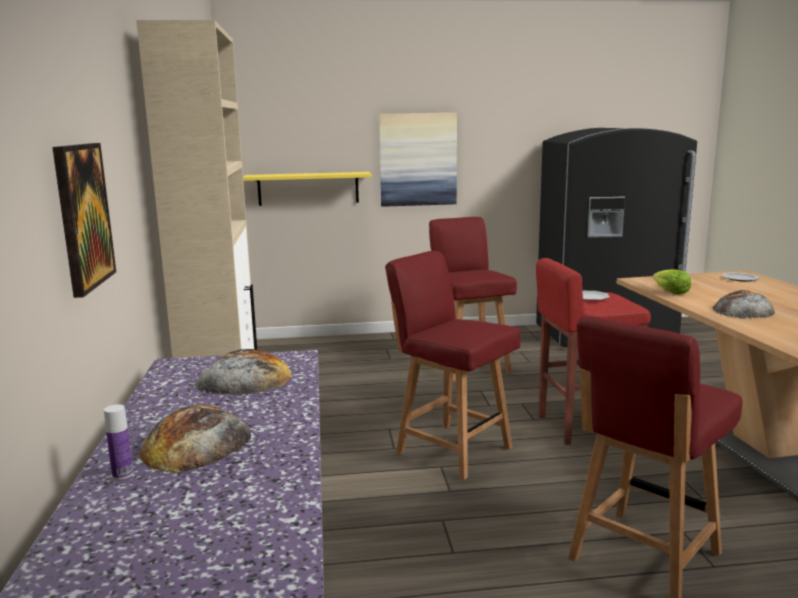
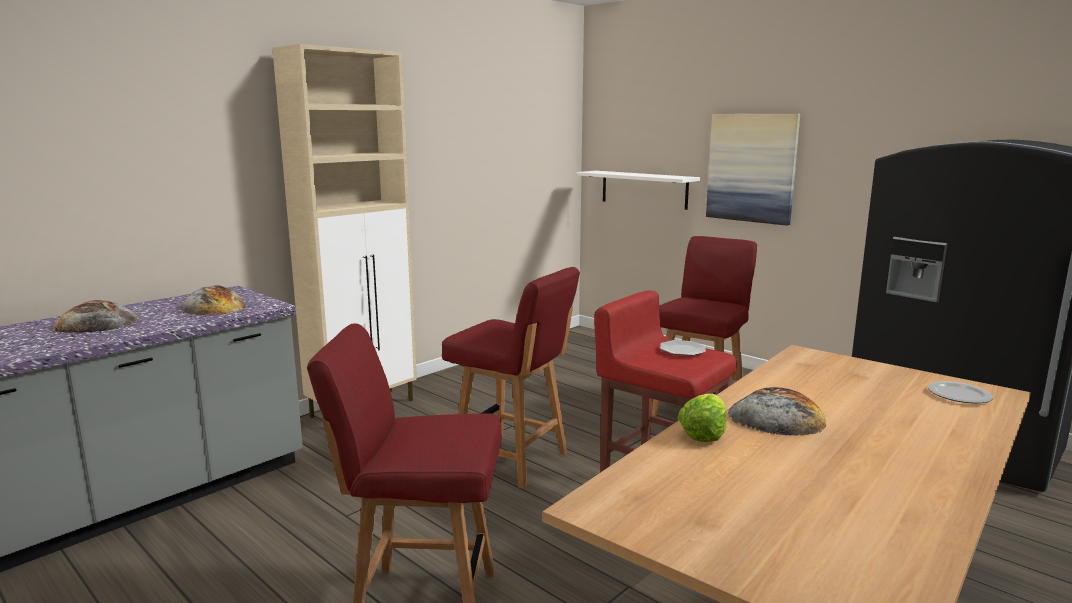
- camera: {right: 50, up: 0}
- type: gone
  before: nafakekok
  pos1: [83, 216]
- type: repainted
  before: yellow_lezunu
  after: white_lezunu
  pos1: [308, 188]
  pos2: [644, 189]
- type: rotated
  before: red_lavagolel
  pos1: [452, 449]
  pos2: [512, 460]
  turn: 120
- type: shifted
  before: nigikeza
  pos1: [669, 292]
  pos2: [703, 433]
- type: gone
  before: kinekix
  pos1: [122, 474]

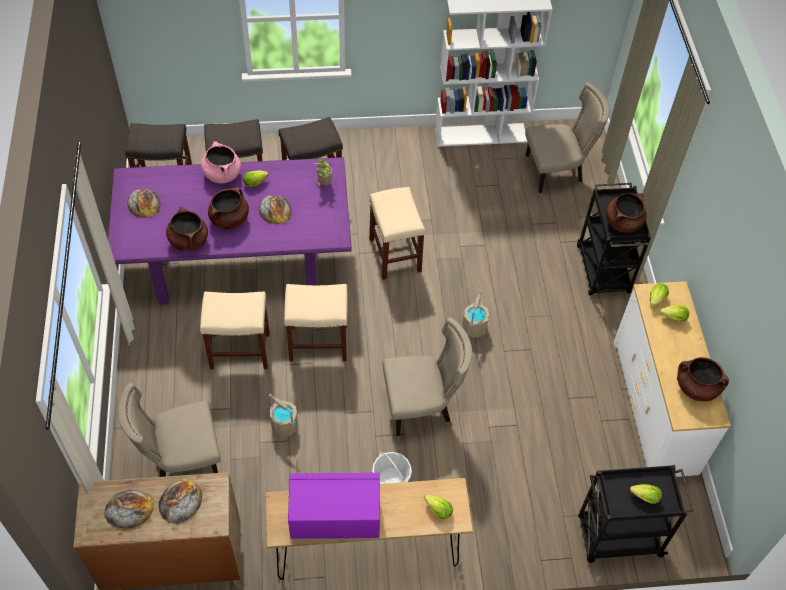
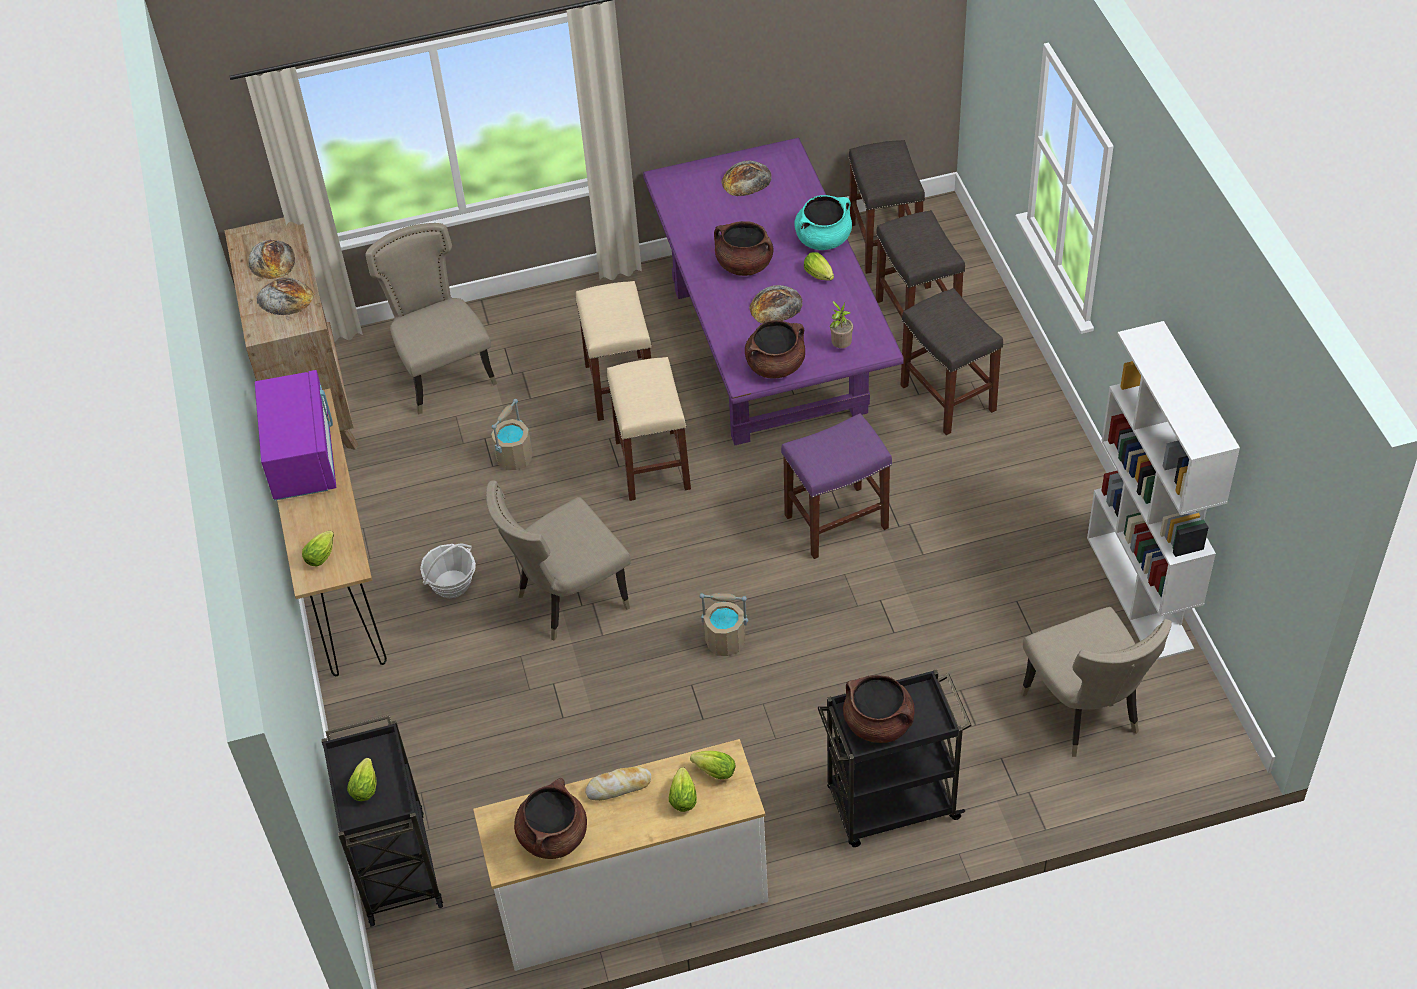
- camera: {right: 85, up: -5}
- type: repainted
  before: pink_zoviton
  after: turquoise_zoviton
  pos1: [222, 174]
  pos2: [823, 239]
- type: repainted
  before: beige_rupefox
  after: purple_rupefox
  pos1: [395, 255]
  pos2: [835, 522]
- type: shifted
  before: brown_zoviton
  pos1: [188, 240]
  pos2: [775, 365]
- type: rotated
  before: beige_lavagolel
  pos1: [422, 409]
  pos2: [567, 600]
  turn: 75
- type: new
  after: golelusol
  pos2: [618, 786]

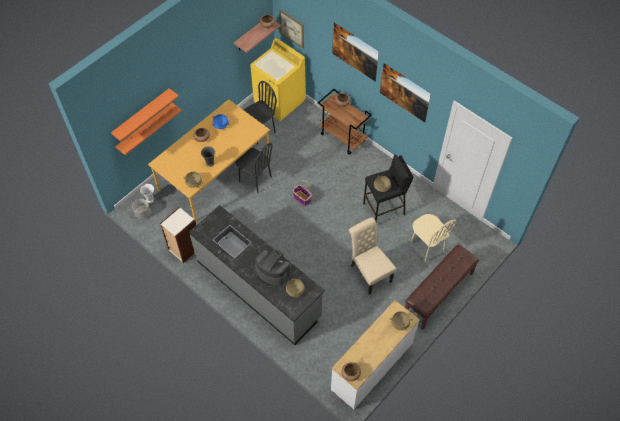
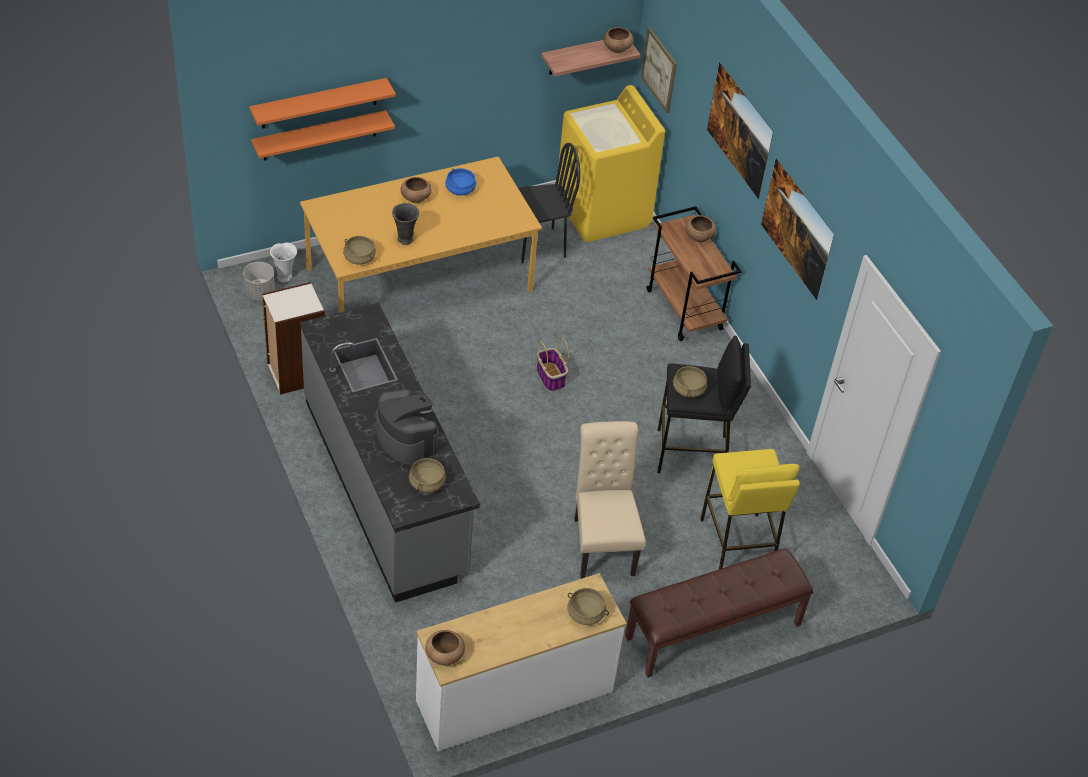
- camera: {right: 20, up: -10}
- type: gone
  before: black_lavagolel
  pos1: [255, 179]
- type: swapped
  before: beige_lavagolel
  after: yellow_rupefox
  pos1: [426, 247]
  pos2: [736, 545]

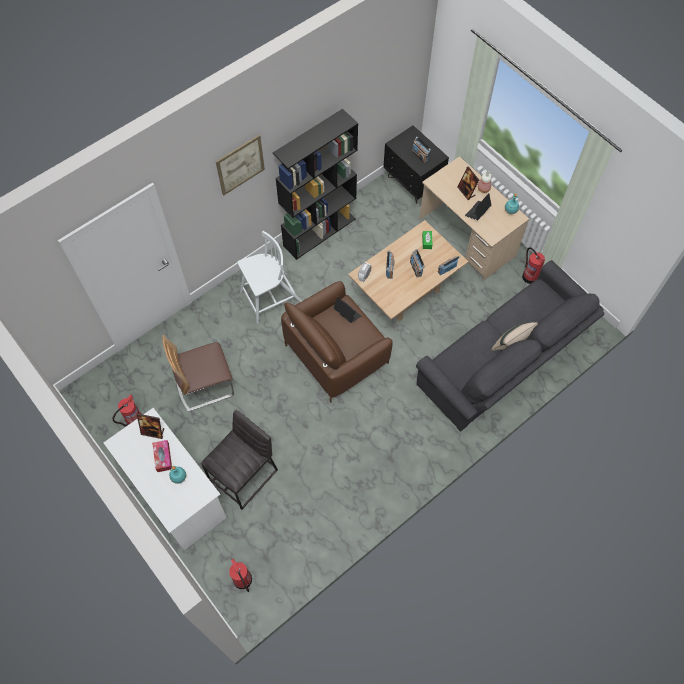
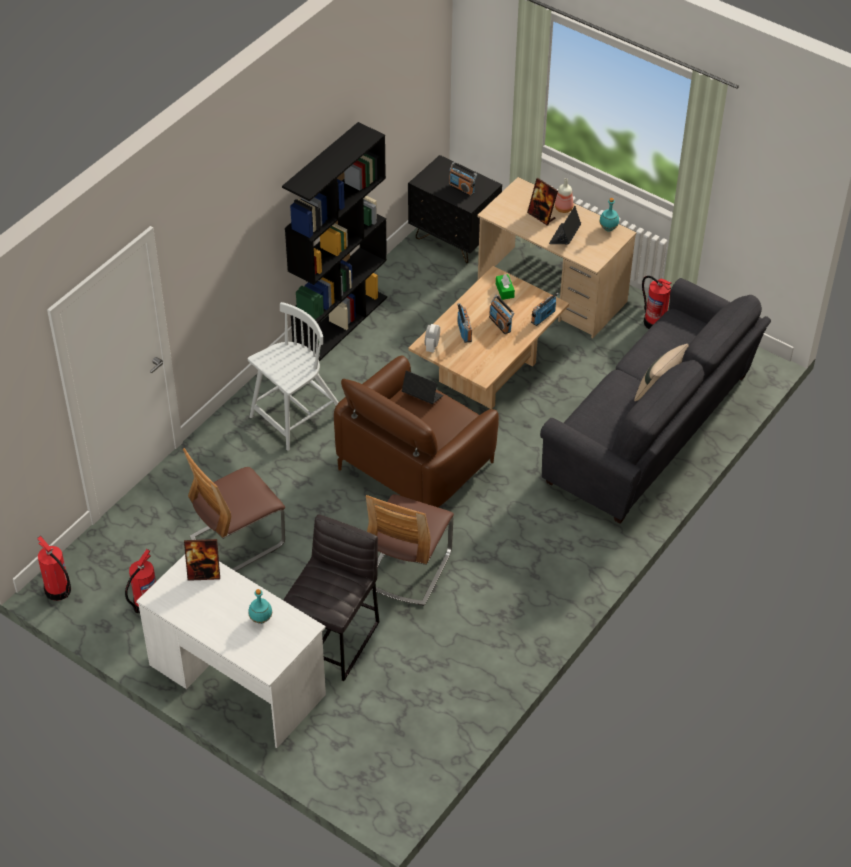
- camera: {right: -15, up: -15}
- type: gone
  before: nafakekok
  pos1: [240, 165]
- type: gone
  before: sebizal
  pos1: [163, 457]
- type: shifted
  before: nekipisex
  pos1: [242, 580]
  pos2: [58, 591]
- type: new
  after: lavagolel
  pos2: [408, 569]

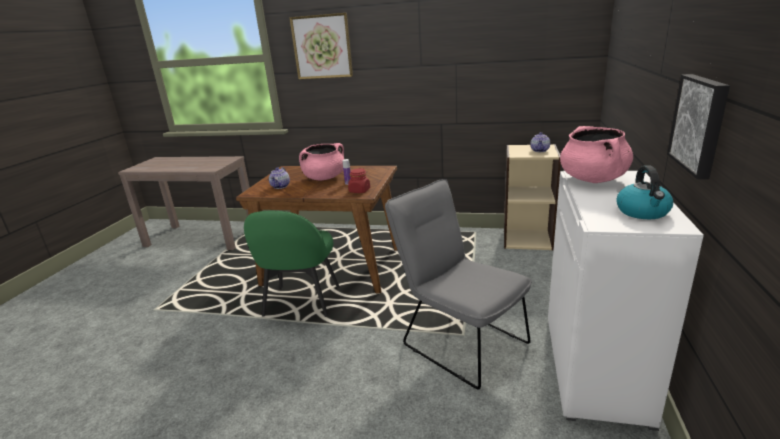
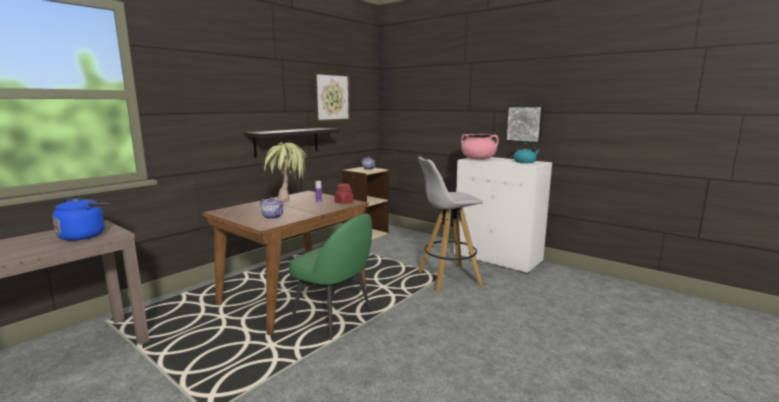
- camera: {right: -65, up: -10}
- type: shifted
  before: nafakekok
  pos1: [322, 47]
  pos2: [331, 97]
- type: swapped
  before: pink_zoviton
  after: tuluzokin
  pos1: [324, 178]
  pos2: [287, 205]
- type: swapped
  before: grey_lavagolel
  after: white_rupefox
  pos1: [458, 340]
  pos2: [447, 278]
- type: new
  after: black_lezunu
  pos2: [287, 141]
- type: new
  after: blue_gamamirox
  pos2: [85, 235]

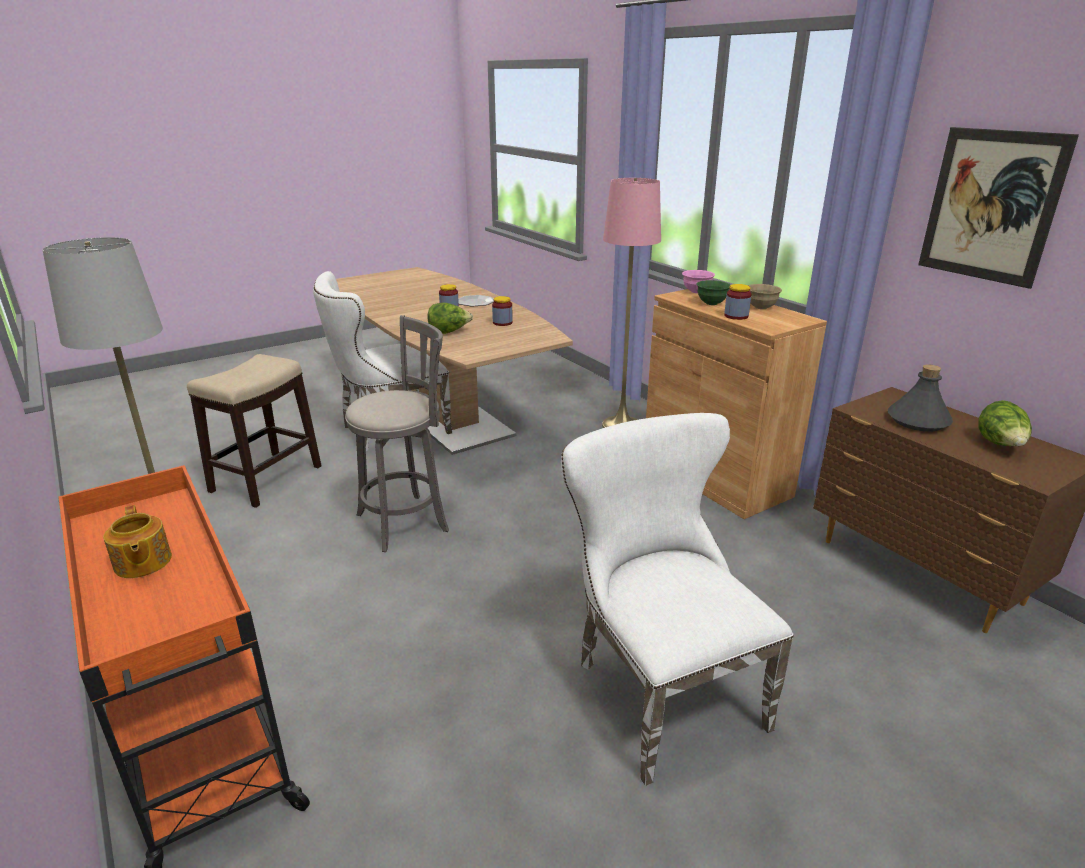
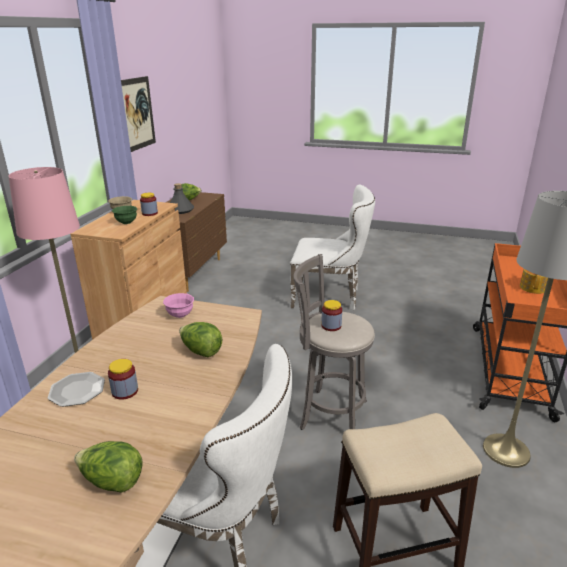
- camera: {right: -130, up: 0}
- type: shifted
  before: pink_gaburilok
  pos1: [696, 291]
  pos2: [180, 315]
- type: shifted
  before: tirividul
  pos1: [502, 323]
  pos2: [331, 326]
- type: rotated
  before: white_lavagolel
  pos1: [658, 689]
  pos2: [330, 297]
  turn: -105
- type: new
  after: nigikeza
  pos2: [112, 482]

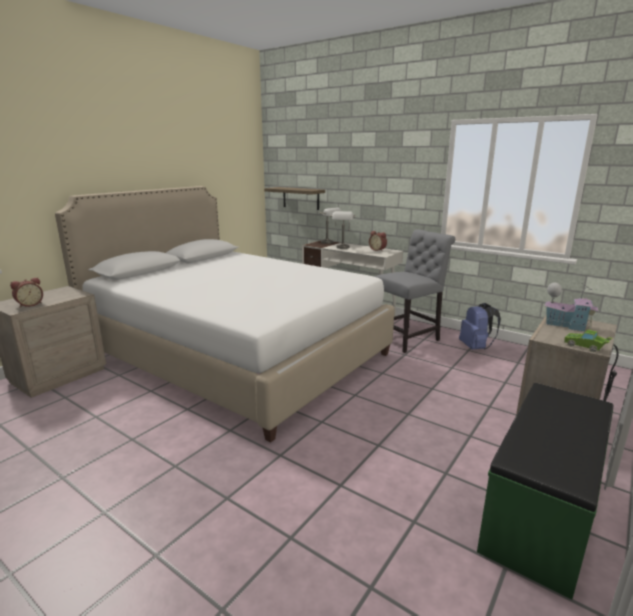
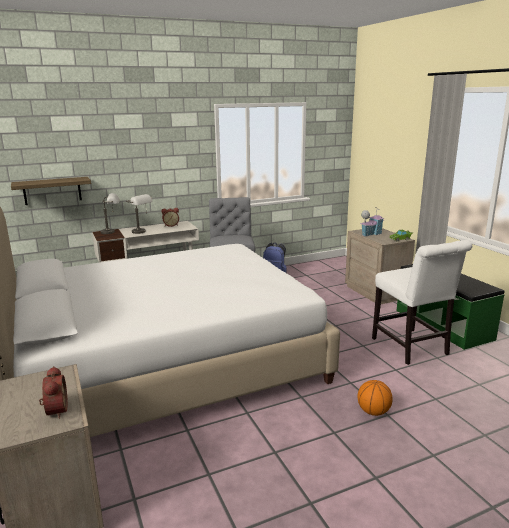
- camera: {right: -60, up: 0}
- type: new
  after: white_lavagolel
  pos2: [412, 348]
- type: new
  after: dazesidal
  pos2: [373, 412]

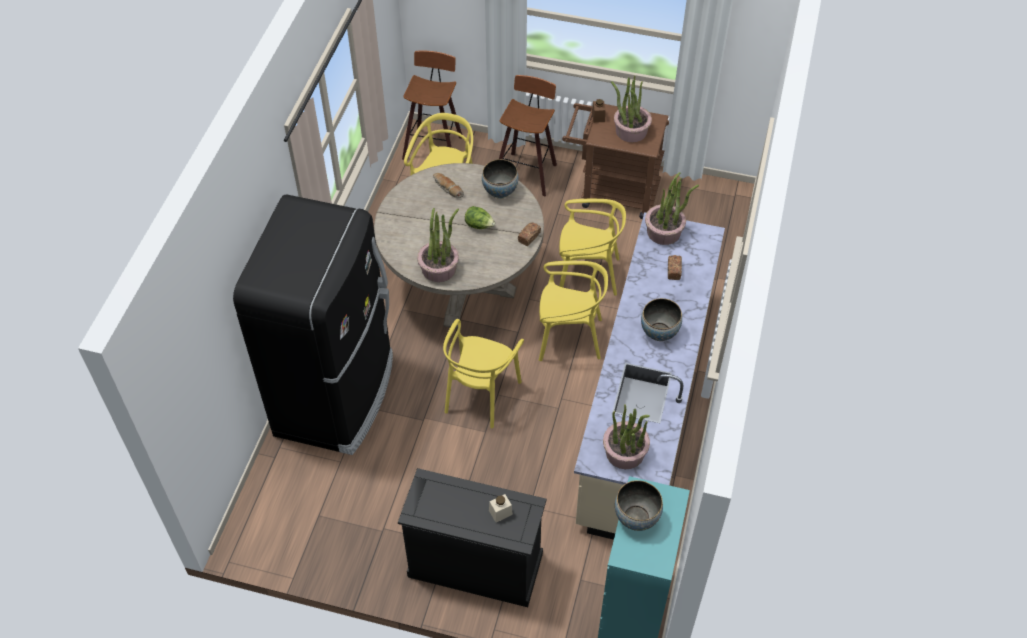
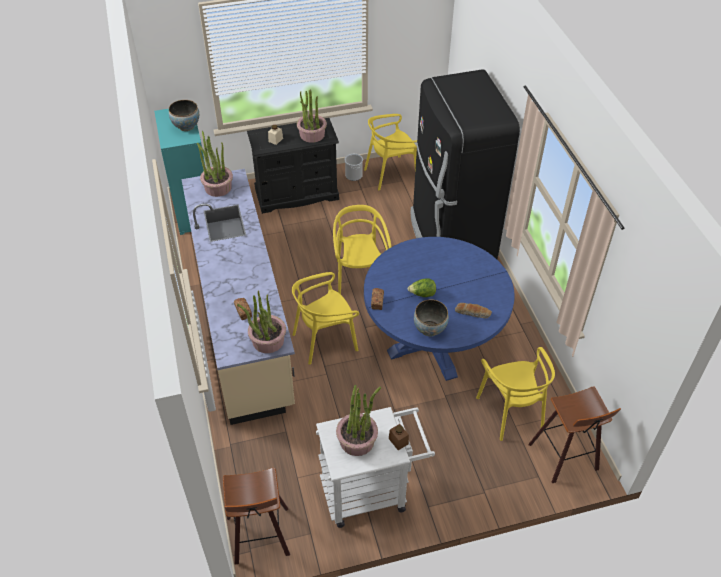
- camera: {right: 150, up: -5}
- type: shifted
  before: rupefox
  pos1: [527, 172]
  pos2: [260, 538]
- type: repainted
  before: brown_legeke
  after: white_legeke
  pos1: [612, 192]
  pos2: [371, 491]
- type: repainted
  before: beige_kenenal
  after: blue_kenenal
  pos1: [462, 285]
  pos2: [433, 342]
- type: shifted
  before: yellow_lavagolel
  pos1: [587, 274]
  pos2: [391, 174]
- type: shifted
  before: tuluzokin
  pos1: [439, 268]
  pos2: [312, 135]
- type: gone
  before: gaburilok
  pos1: [659, 332]
- type: new
  after: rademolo
  pos2: [353, 175]

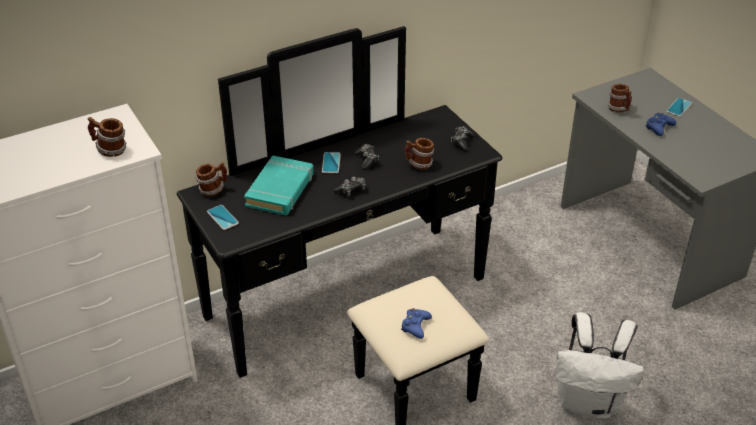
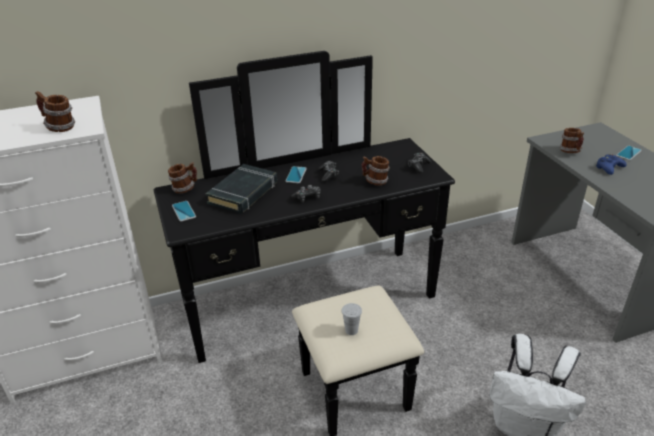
- camera: {right: 10, up: -5}
- type: repainted
  before: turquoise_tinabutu
  after: black_tinabutu
  pos1: [280, 190]
  pos2: [243, 193]
- type: swapped
  before: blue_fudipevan
  after: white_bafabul
  pos1: [415, 326]
  pos2: [351, 330]

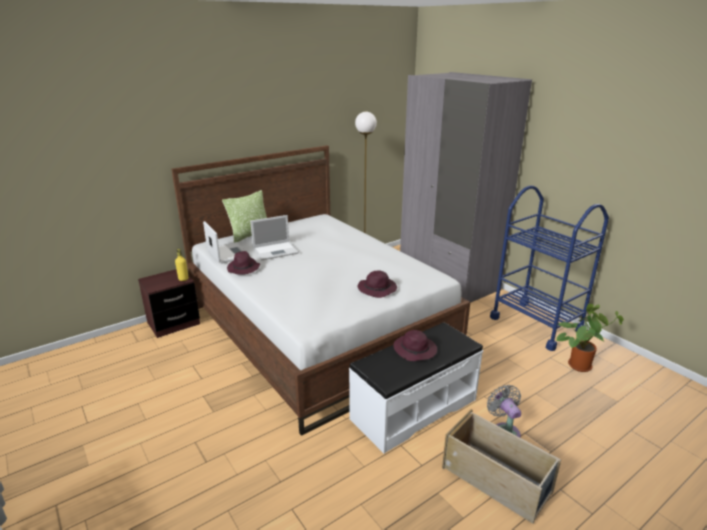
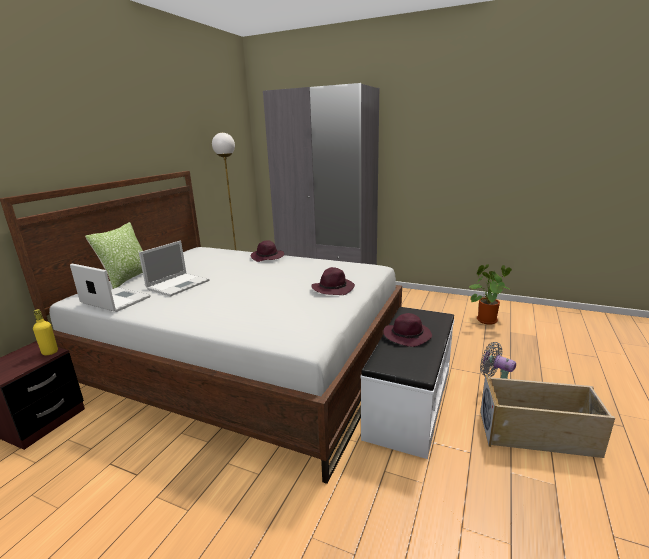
- camera: {right: -30, up: -5}
- type: gone
  before: blue_legeke
  pos1: [536, 324]
- type: shifted
  before: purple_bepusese
  pos1: [244, 268]
  pos2: [268, 257]

